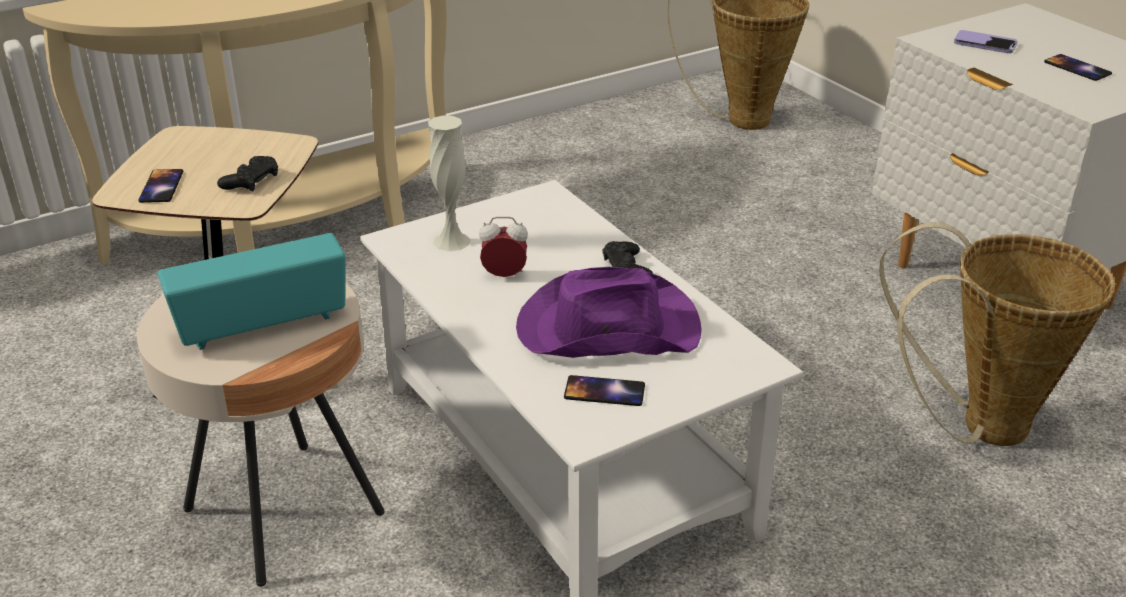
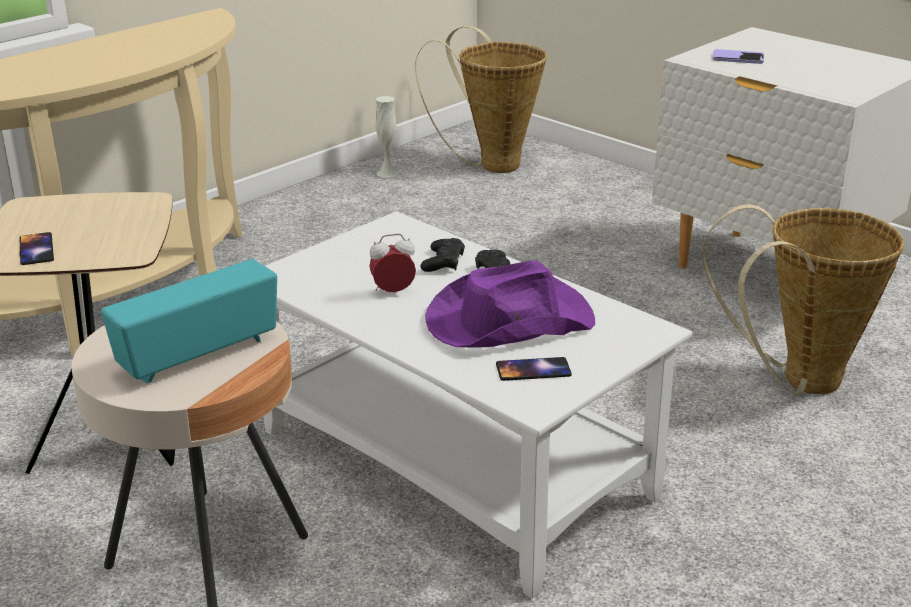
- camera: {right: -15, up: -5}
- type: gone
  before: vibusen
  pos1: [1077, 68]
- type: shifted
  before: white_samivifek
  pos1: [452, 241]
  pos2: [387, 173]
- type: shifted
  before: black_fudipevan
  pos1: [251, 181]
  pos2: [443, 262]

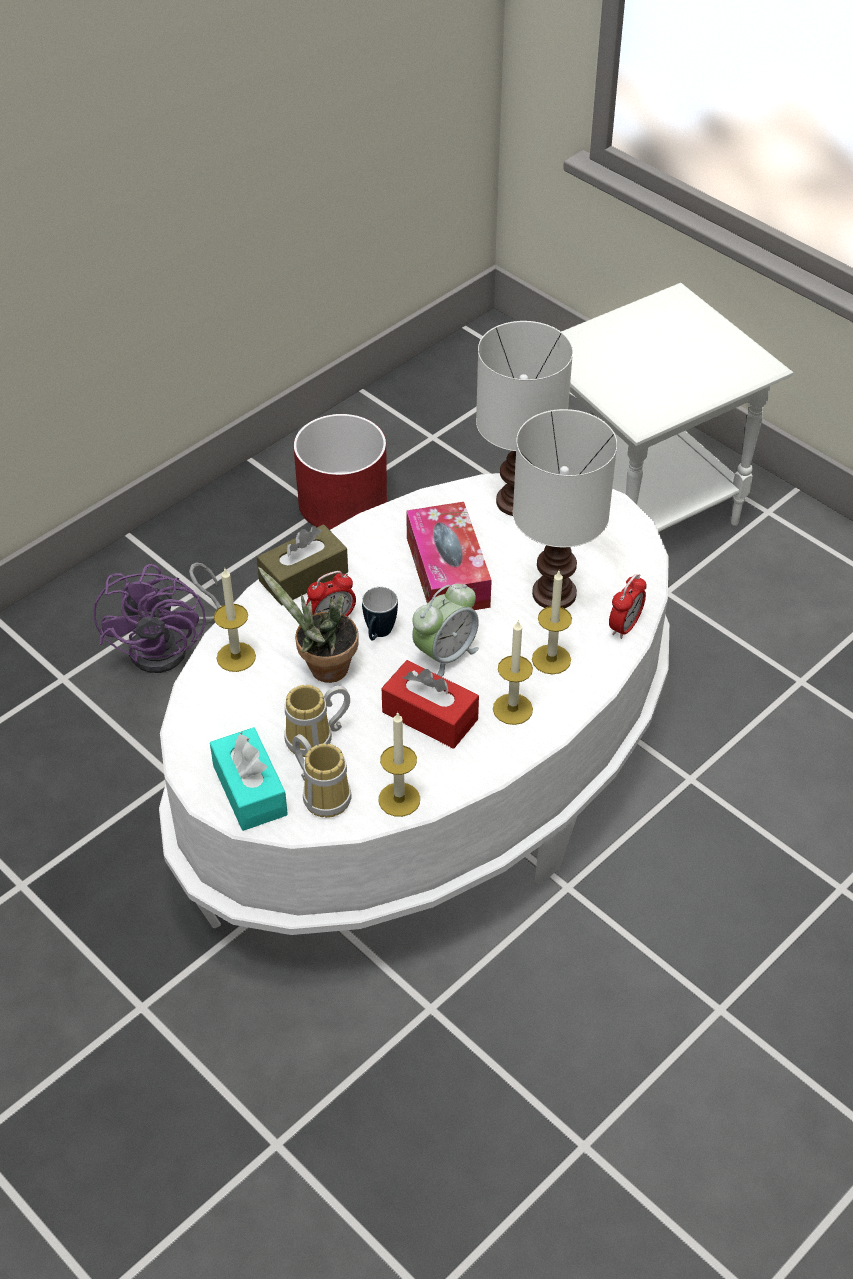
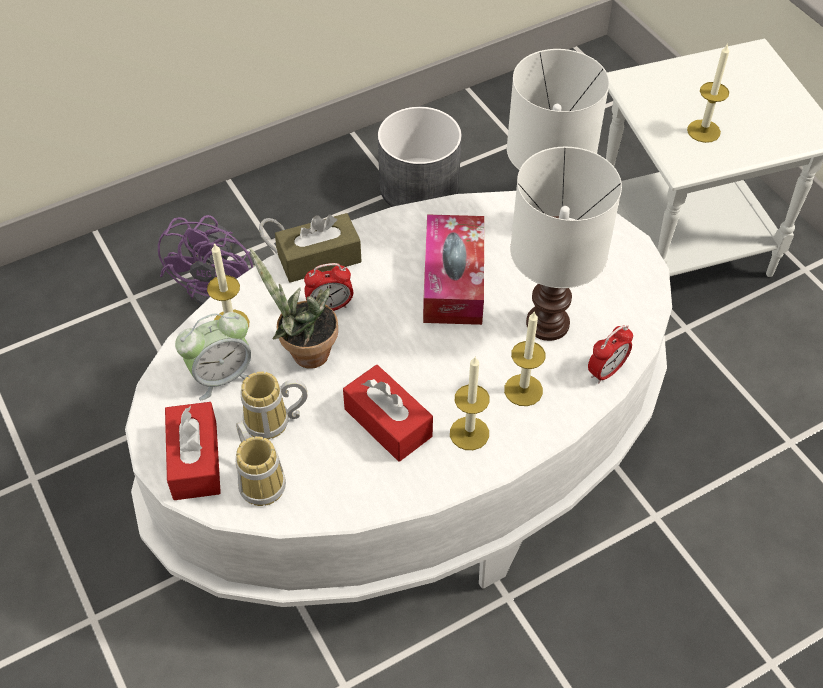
- camera: {right: 15, up: 5}
- type: repainted
  before: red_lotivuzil
  after: grey_lotivuzil
  pos1: [342, 503]
  pos2: [418, 187]
- type: shifted
  before: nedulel
  pos1: [445, 655]
  pos2: [221, 376]
- type: gone
  before: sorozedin
  pos1: [378, 635]
- type: shifted
  before: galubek
  pos1: [399, 799]
  pos2: [703, 131]
- type: repainted
  before: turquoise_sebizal
  after: red_sebizal
  pos1: [250, 790]
  pos2: [195, 460]

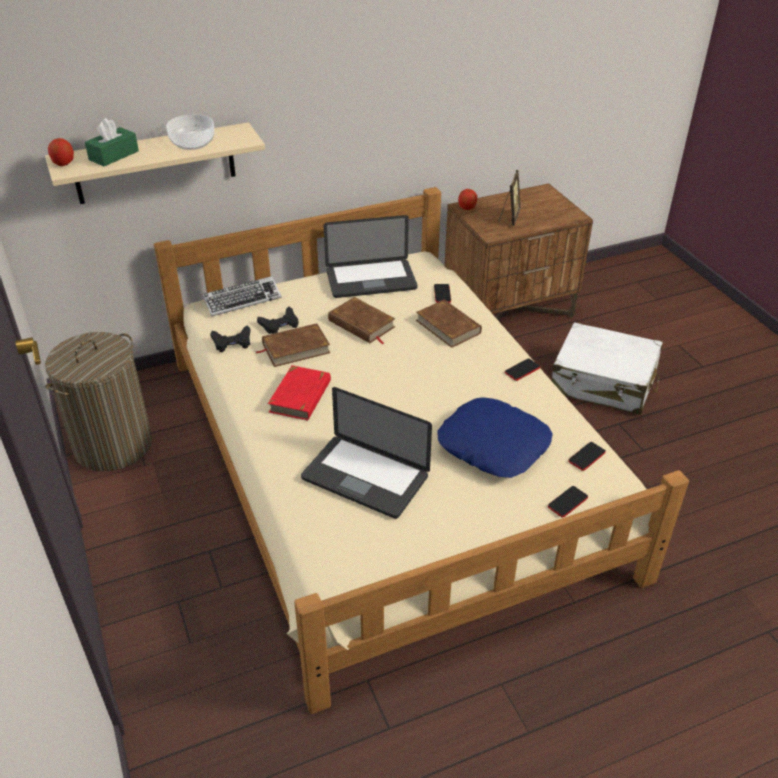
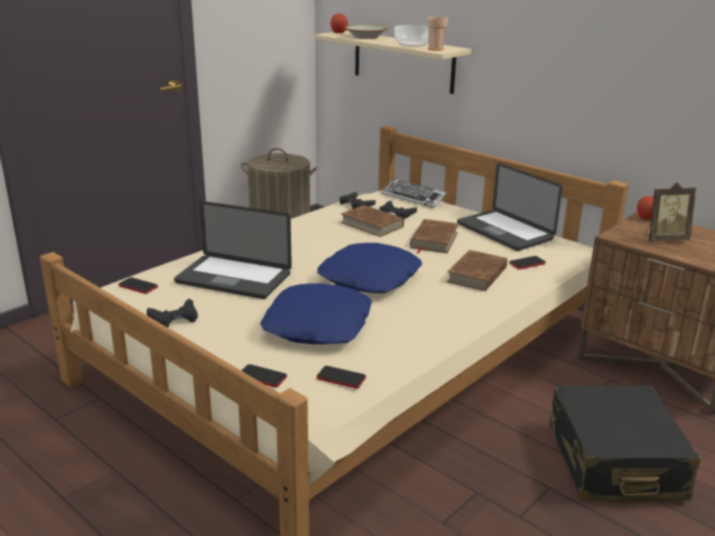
- camera: {right: 65, up: -15}
- type: swapped
  before: green_sebizal
  after: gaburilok
  pos1: [114, 155]
  pos2: [365, 37]
- type: repainted
  before: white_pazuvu
  after: black_pazuvu
  pos1: [603, 382]
  pos2: [614, 462]
- type: shifted
  before: vibusen
  pos1: [522, 370]
  pos2: [138, 286]
- type: gone
  before: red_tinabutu
  pos1: [301, 396]
- type: rotated
  before: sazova
  pos1: [365, 477]
  pos2: [233, 278]
  turn: -75
- type: new
  after: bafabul
  pos2: [435, 49]
- type: new
  after: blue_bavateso
  pos2: [370, 278]
- type: new
  after: black_fudipevan
  pos2: [174, 318]

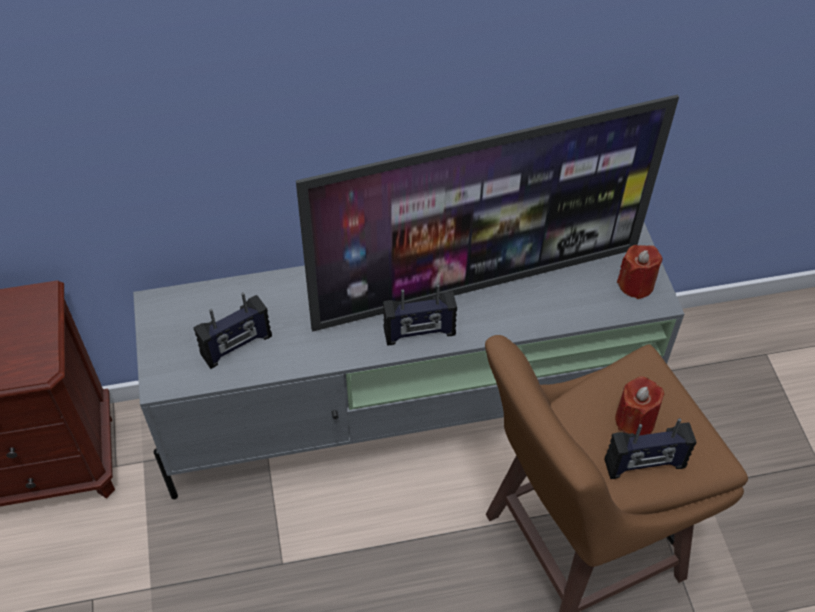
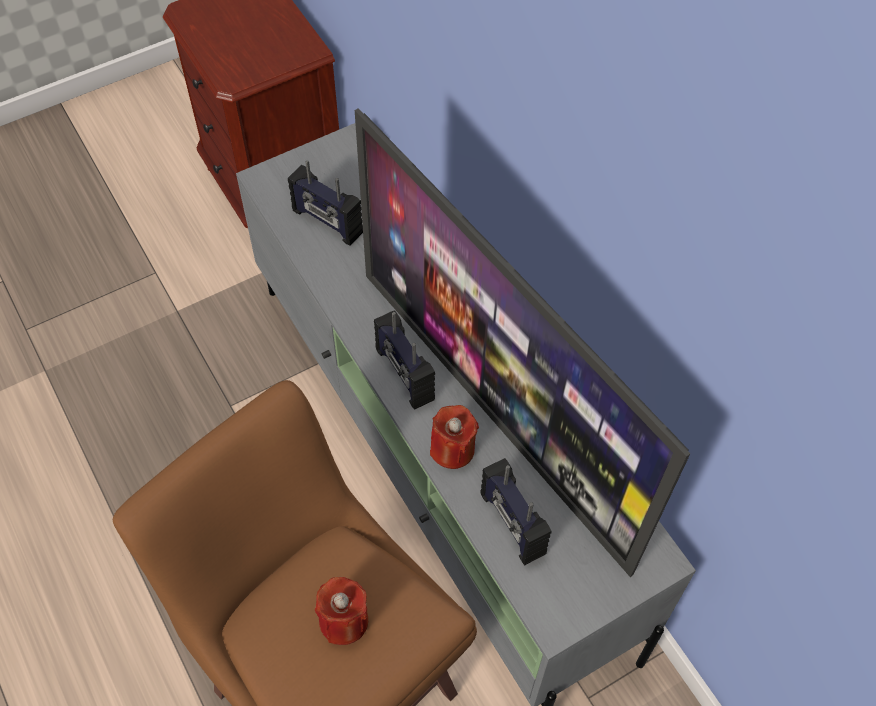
- camera: {right: 70, up: 5}
- type: shifted
  before: red_galubek
  pos1: [636, 284]
  pos2: [452, 449]
- type: shifted
  before: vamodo
  pos1: [645, 465]
  pos2: [511, 524]

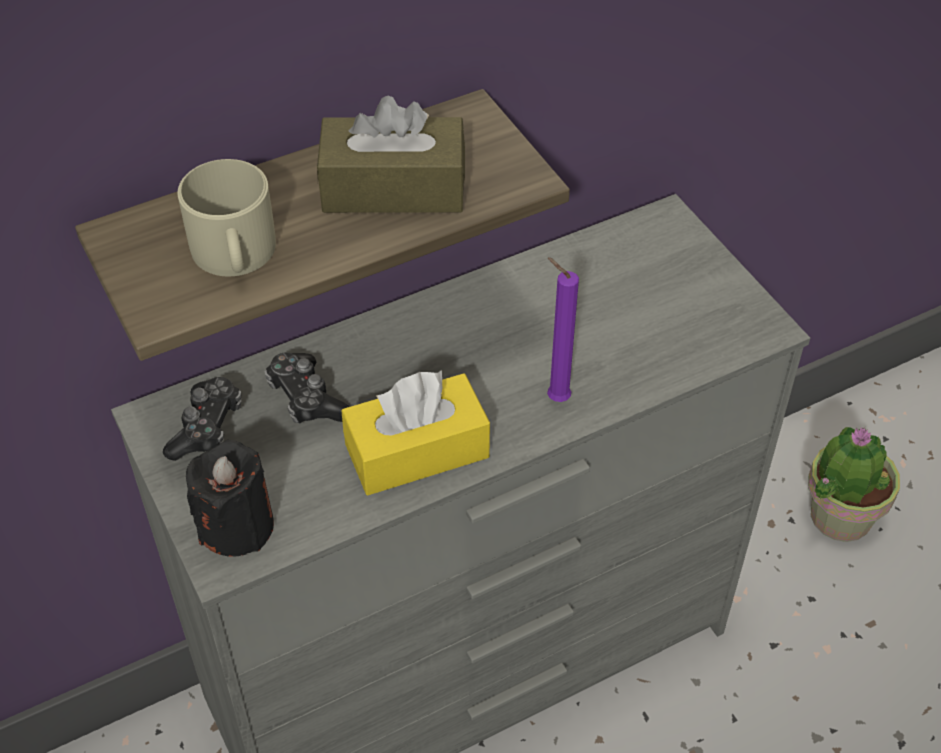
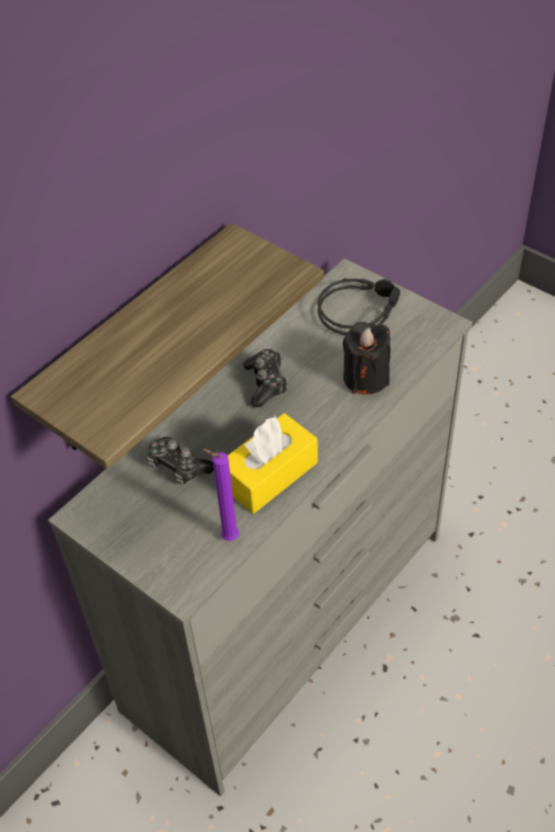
- camera: {right: -20, up: 0}
- type: gone
  before: brown_sebizal
  pos1: [393, 188]
- type: gone
  before: beige_sorozedin
  pos1: [235, 254]
- type: shifted
  before: purple_galubek
  pos1: [555, 398]
  pos2: [227, 537]
- type: shifted
  before: fudipevan
  pos1: [207, 427]
  pos2: [266, 383]
- type: gone
  before: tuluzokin
  pos1: [839, 516]
- type: shifted
  before: black_galubek
  pos1: [236, 526]
  pos2: [366, 378]
- type: new
  after: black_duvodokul
  pos2: [358, 310]

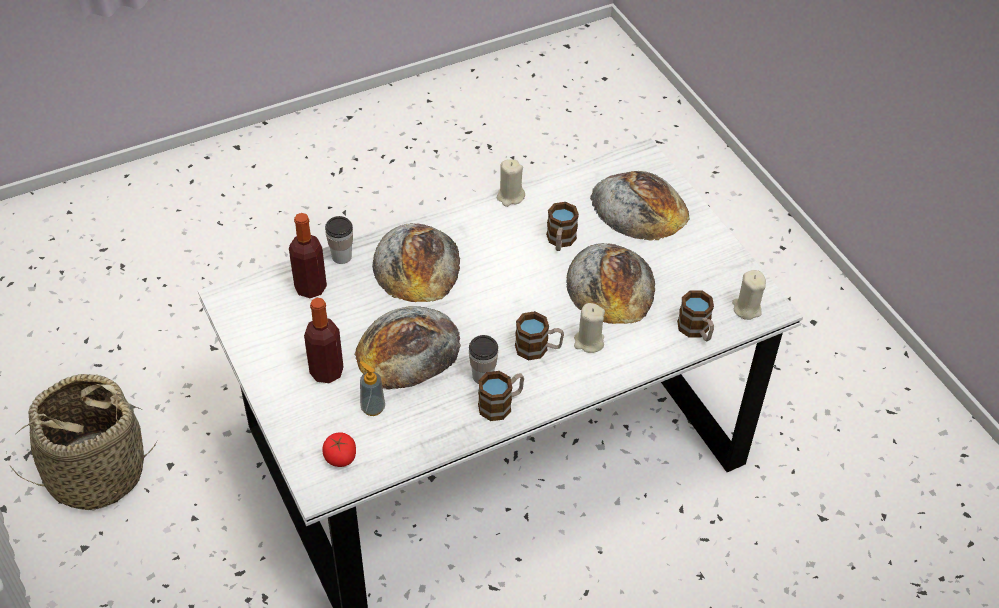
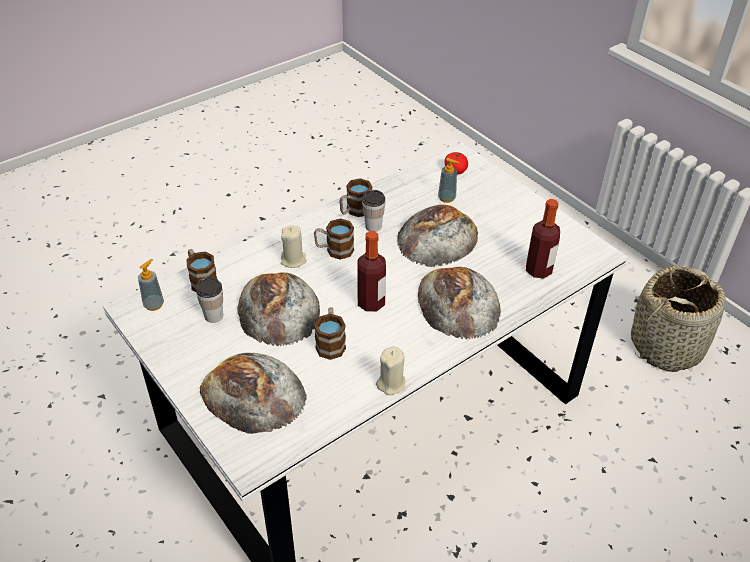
- camera: {right: 170, up: -5}
- type: shifted
  before: bafabul
  pos1: [342, 257]
  pos2: [213, 316]
- type: swapped
  before: beige_galubek
  after: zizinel
  pos1: [746, 308]
  pos2: [154, 304]
- type: shifted
  before: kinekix
  pos1: [326, 371]
  pos2: [371, 303]

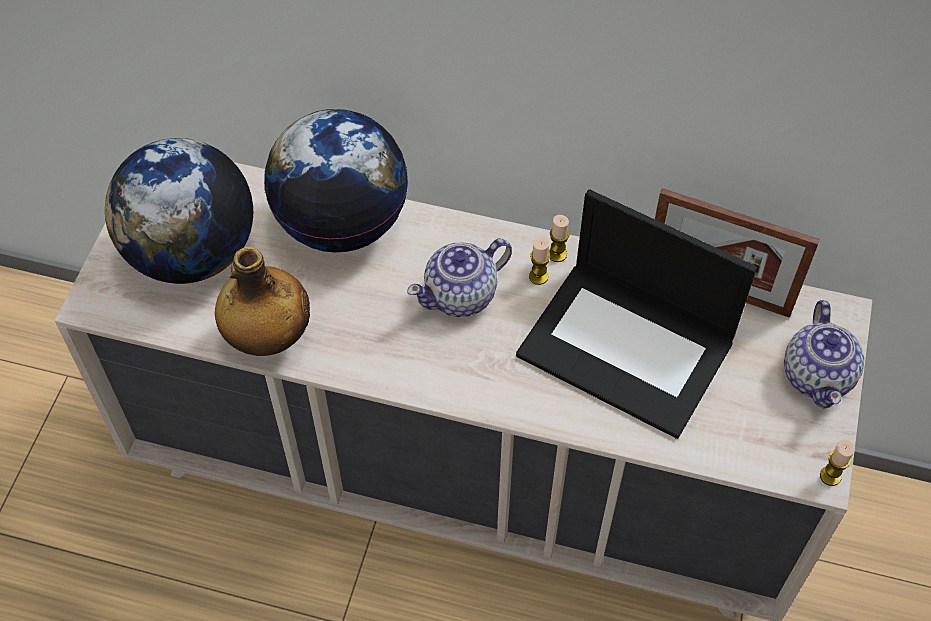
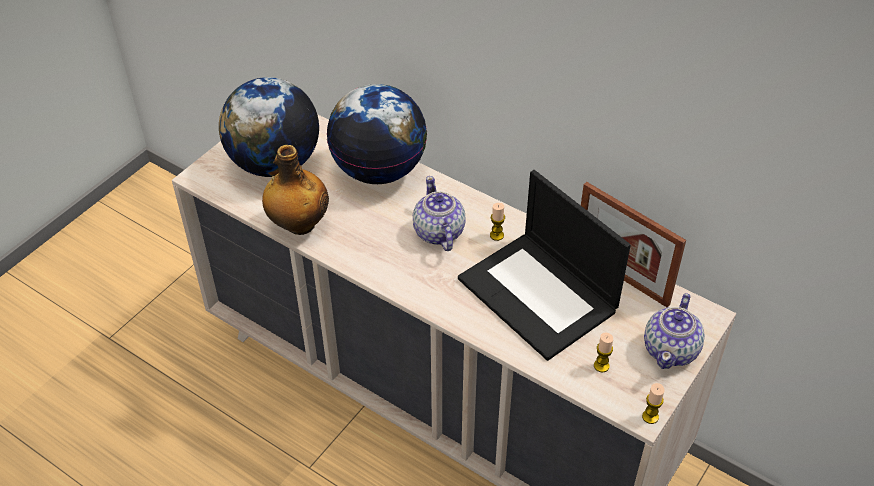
- camera: {right: 20, up: -10}
- type: shifted
  before: galubek
  pos1: [557, 254]
  pos2: [601, 366]
- type: rotated
  before: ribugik
  pos1: [461, 295]
  pos2: [438, 233]
  turn: 90

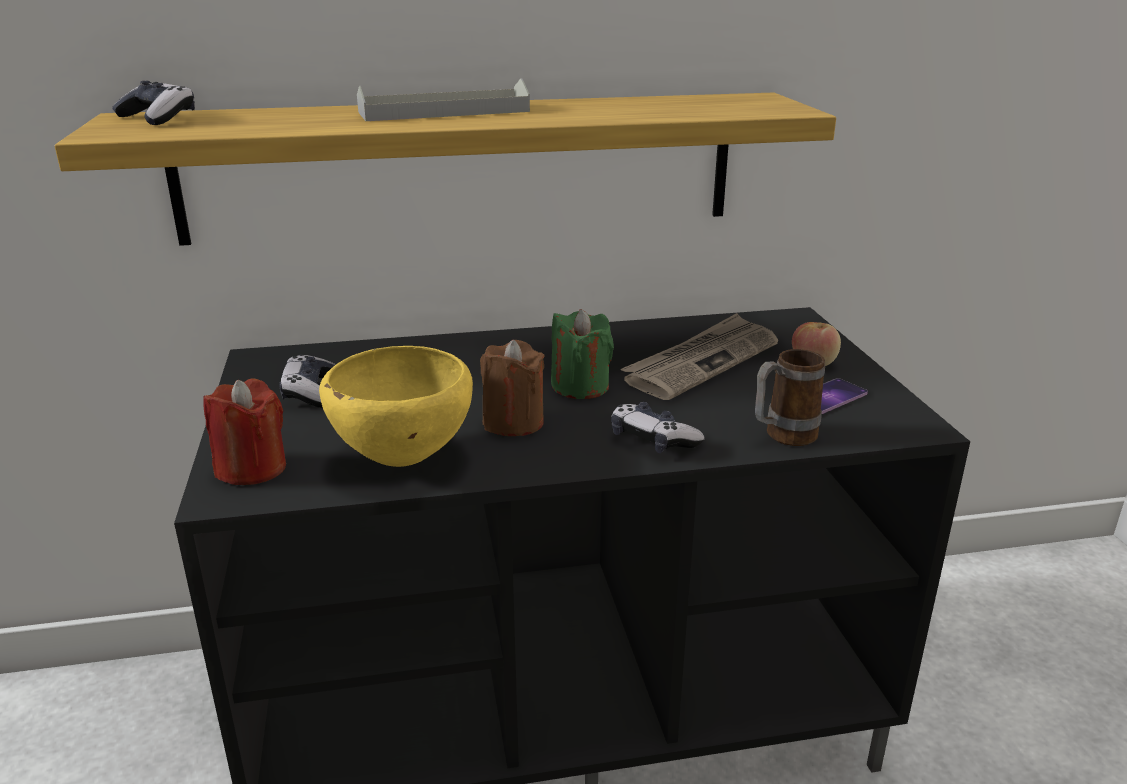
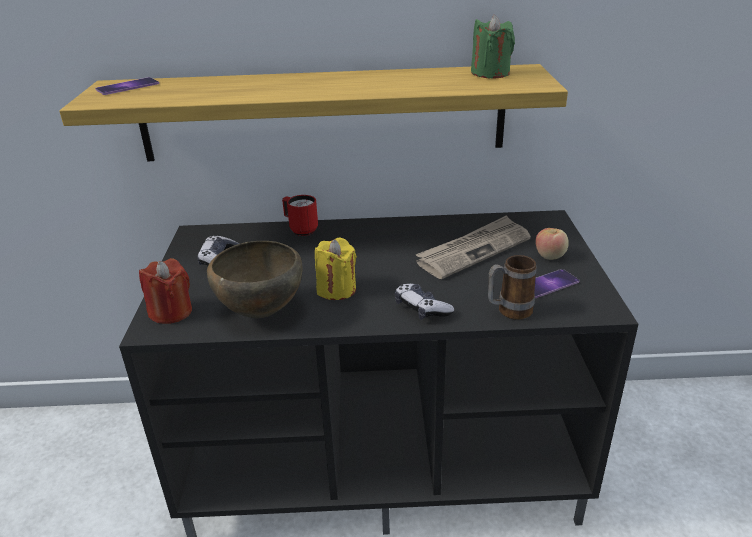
- camera: {right: 10, up: 5}
- type: gone
  before: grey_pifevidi
  pos1: [444, 112]
- type: swapped
  before: fudipevan
  after: vibusen
  pos1: [158, 118]
  pos2: [127, 86]
- type: shifted
  before: green_galubek
  pos1: [580, 386]
  pos2: [490, 73]
- type: repainted
  before: brown_galubek
  after: yellow_galubek
  pos1: [513, 422]
  pos2: [336, 289]
- type: repainted
  before: yellow_gaburilok
  after: brown_gaburilok
  pos1: [402, 461]
  pos2: [260, 313]
- type: new
  after: red_sorozedin
  pos2: [300, 229]

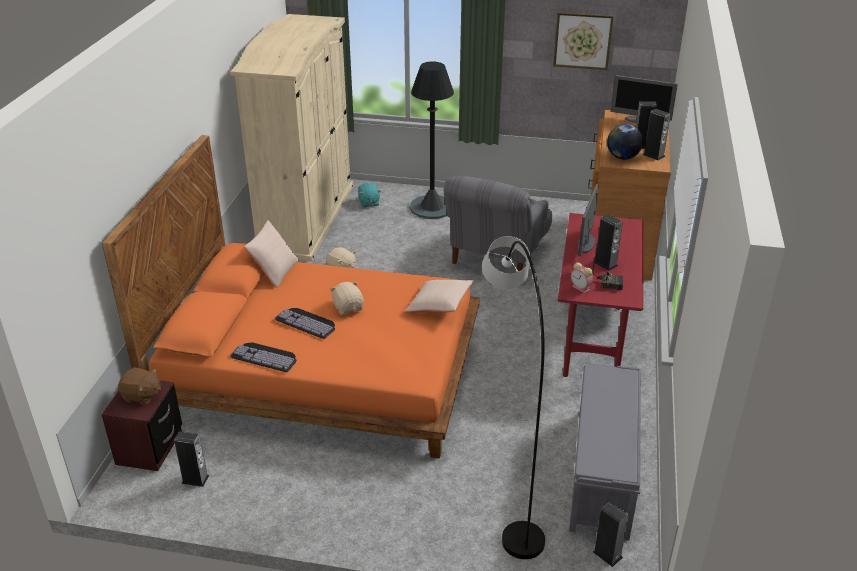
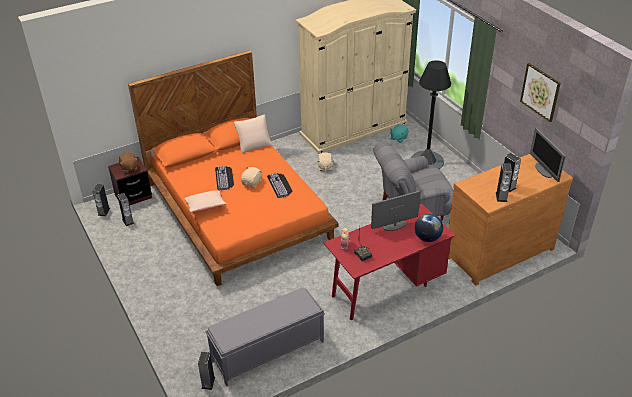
- camera: {right: 50, up: 5}
- type: shifted
  before: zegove
  pos1: [622, 157]
  pos2: [427, 238]
- type: shifted
  before: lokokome
  pos1: [605, 264]
  pos2: [104, 212]
- type: gone
  before: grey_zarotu
  pos1: [507, 481]
- type: shifted
  before: beige_bavateso
  pos1: [439, 305]
  pos2: [205, 206]
- type: shifted
  before: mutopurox
  pos1: [266, 356]
  pos2: [280, 185]

